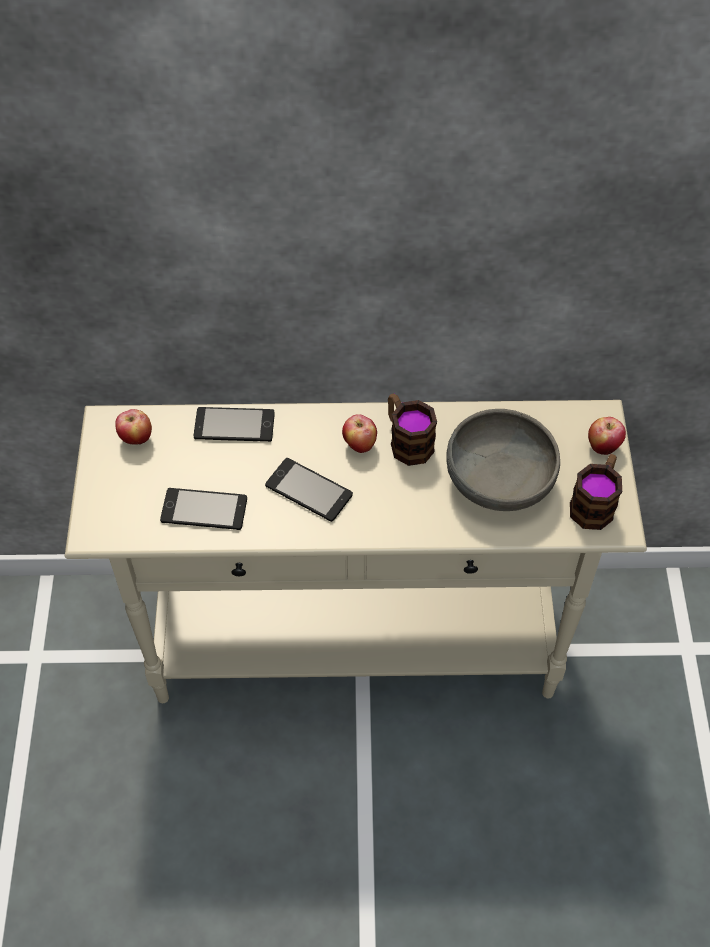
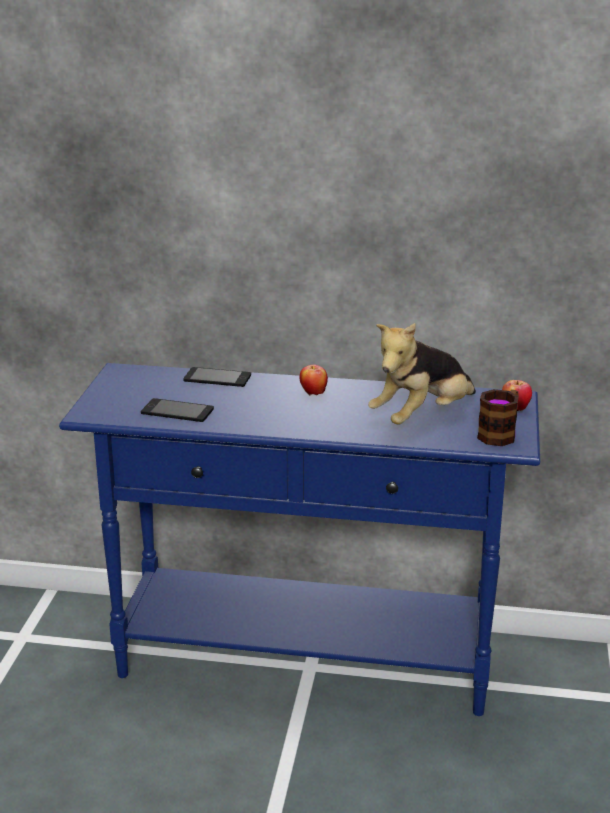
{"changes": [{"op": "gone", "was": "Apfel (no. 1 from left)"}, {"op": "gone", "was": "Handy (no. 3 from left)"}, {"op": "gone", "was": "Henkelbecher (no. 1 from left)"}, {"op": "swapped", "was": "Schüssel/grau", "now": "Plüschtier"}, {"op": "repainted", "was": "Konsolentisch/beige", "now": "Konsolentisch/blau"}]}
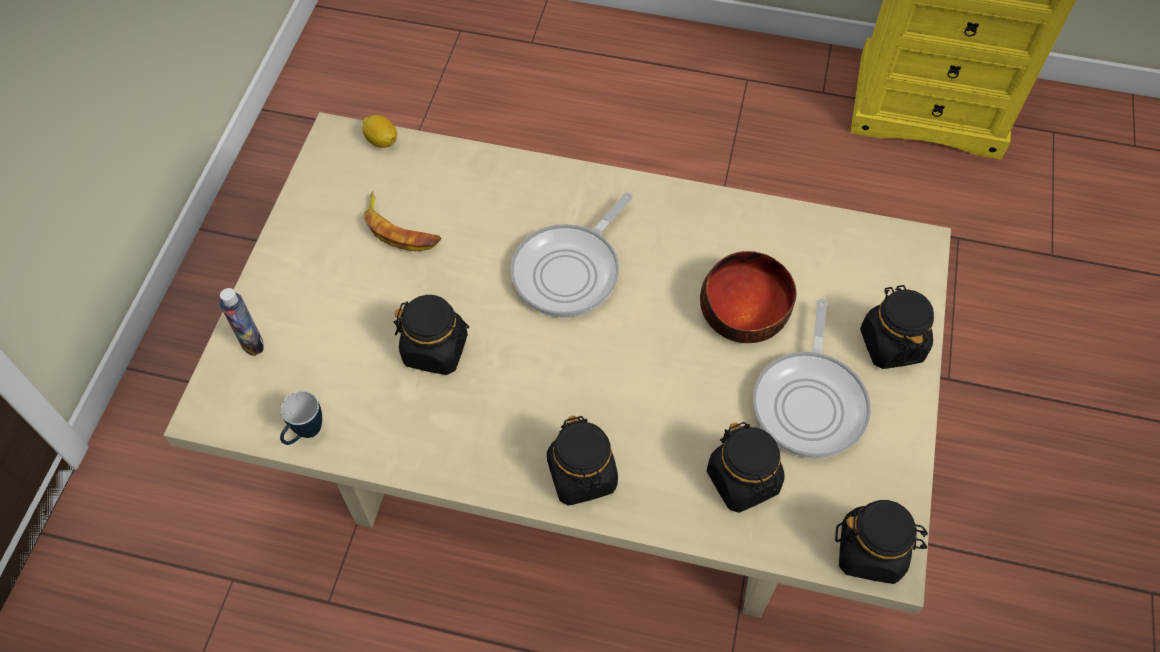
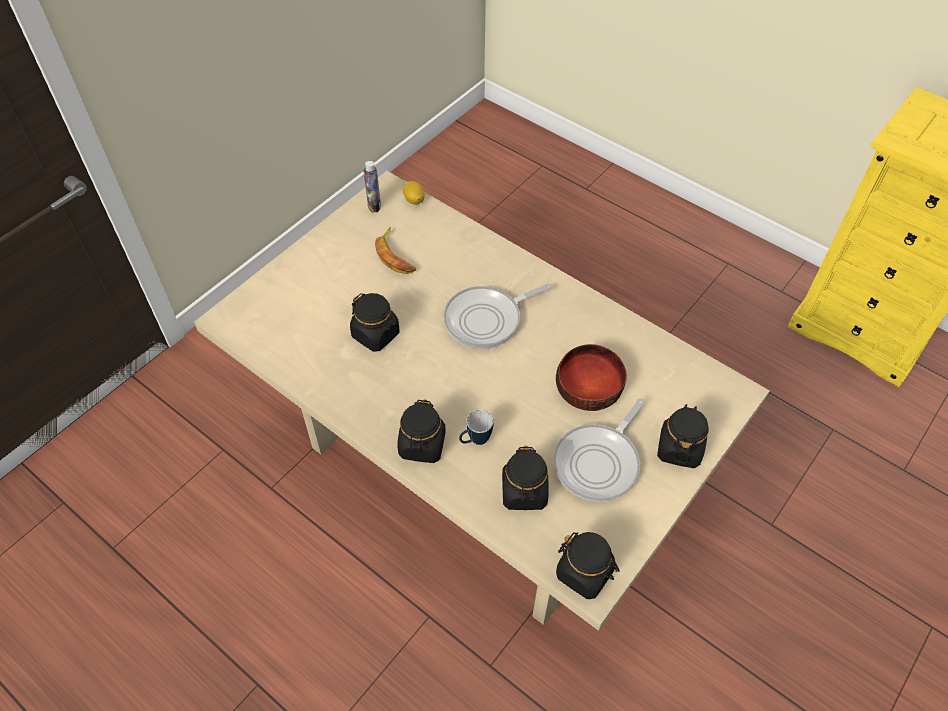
{"changes": [{"op": "shifted", "was": "Flasche"}, {"op": "shifted", "was": "Henkelbecher"}]}
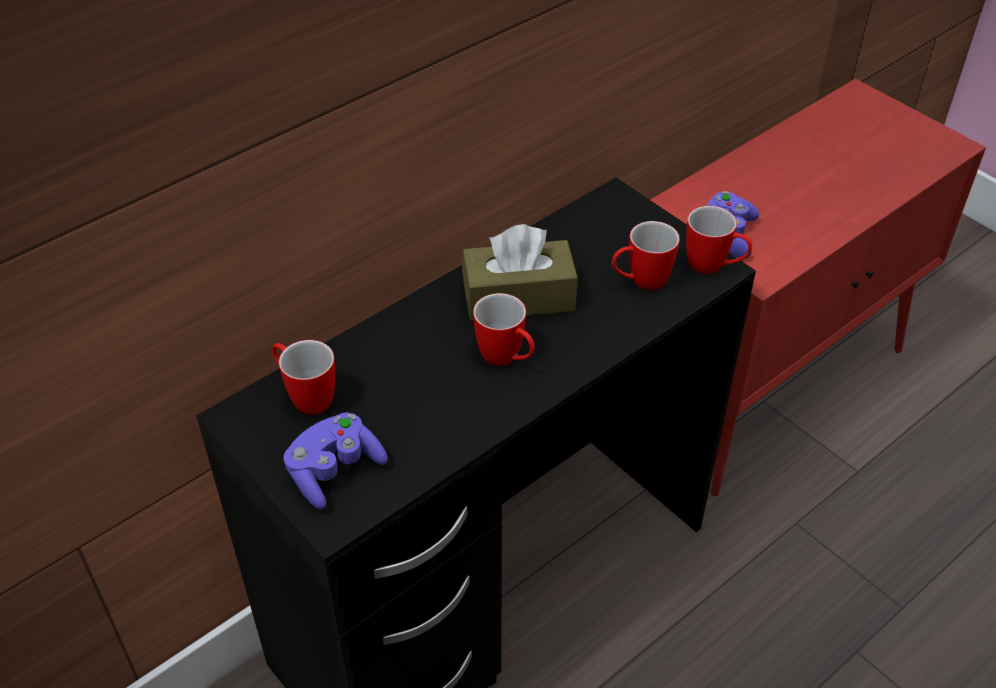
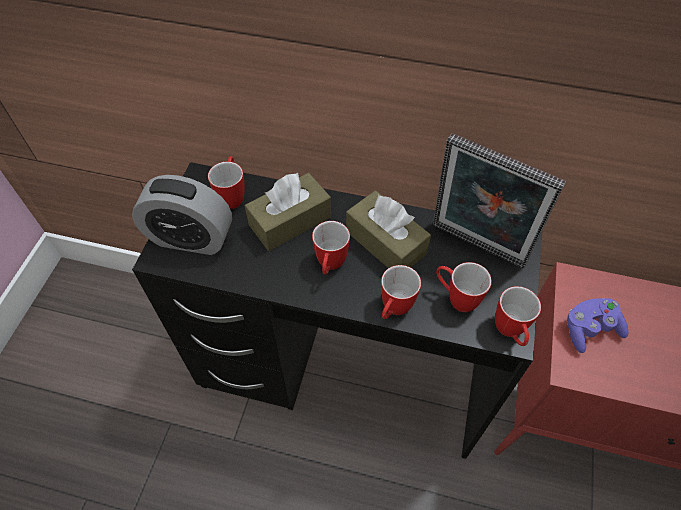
{"changes": [{"op": "new", "now": "Taschentuchbox/braun (no. 1 from left)"}, {"op": "new", "now": "Henkelbecher (no. 3 from left)"}, {"op": "new", "now": "Bilderrahmen"}, {"op": "swapped", "was": "Gamepad/lila (no. 1 from left)", "now": "Wecker"}]}
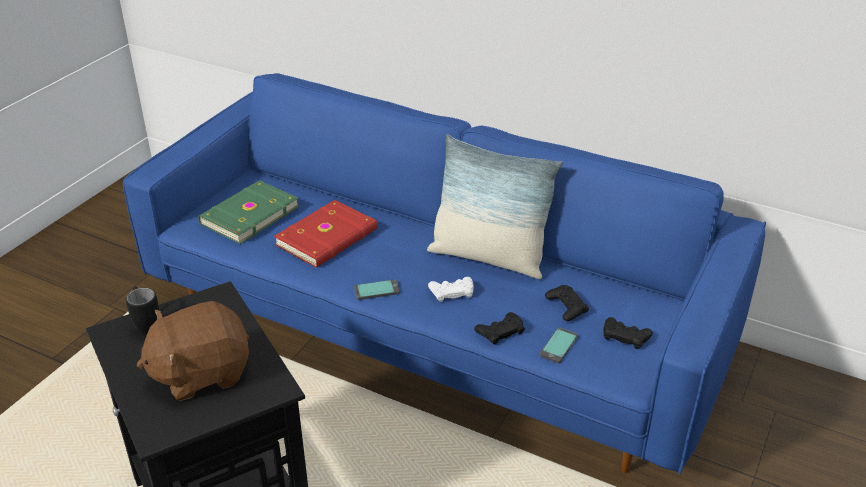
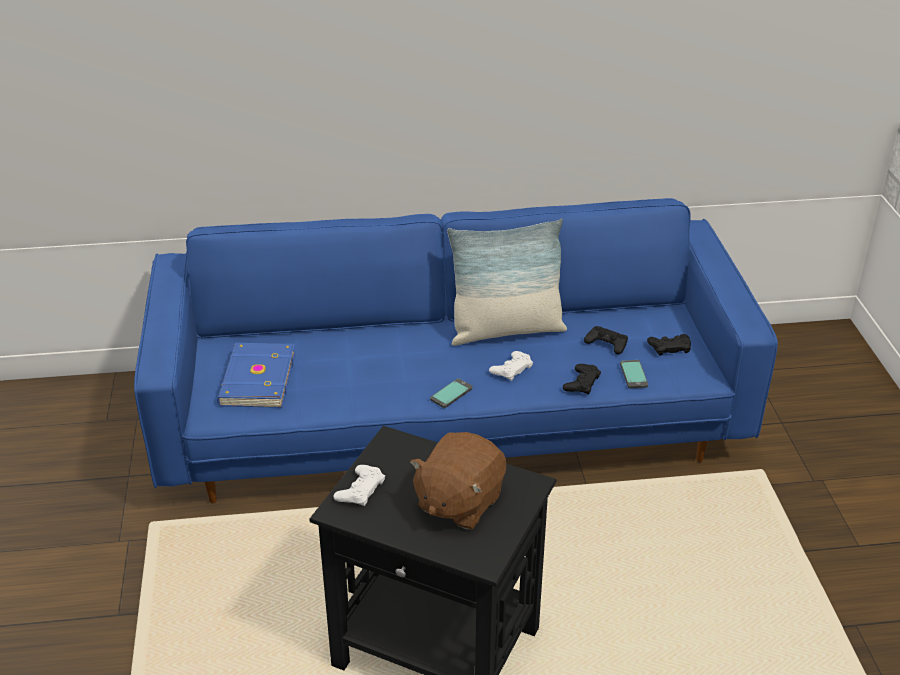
{"changes": [{"op": "gone", "was": "Buch/rot"}, {"op": "swapped", "was": "Henkelbecher/schwarz", "now": "Gamepad/weiß (no. 1 from left)"}, {"op": "repainted", "was": "Buch/grün", "now": "Buch/blau"}]}
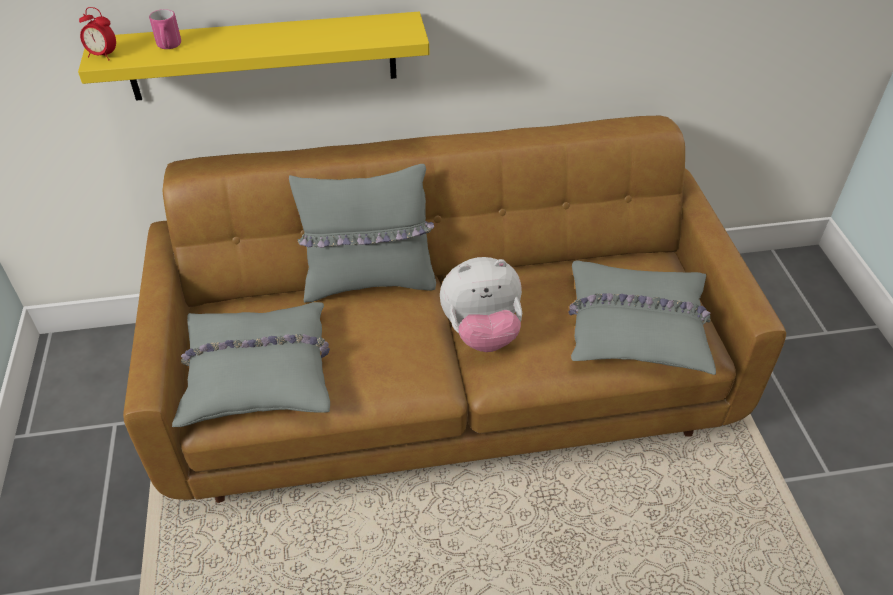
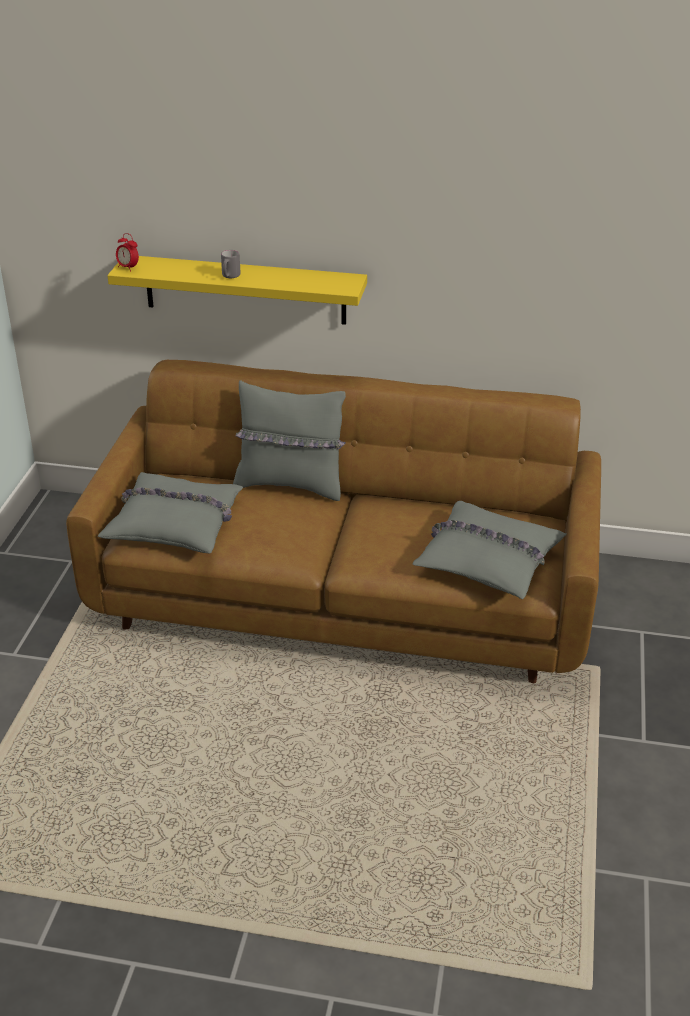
{"changes": [{"op": "gone", "was": "Henkelbecher/rosa"}, {"op": "gone", "was": "Plüschtier"}, {"op": "new", "now": "Henkelbecher/grau"}]}
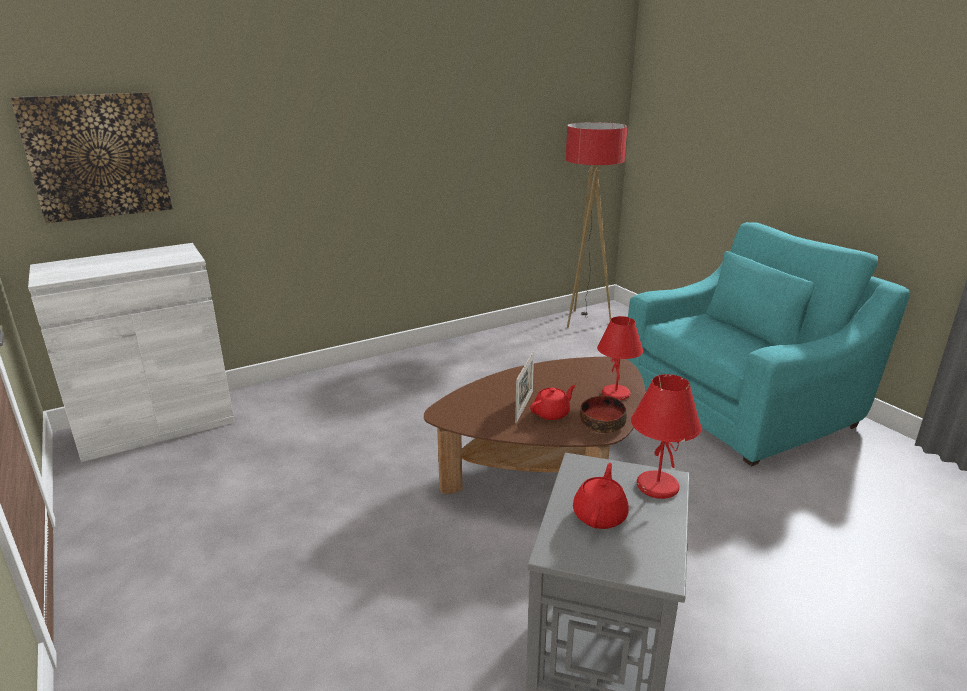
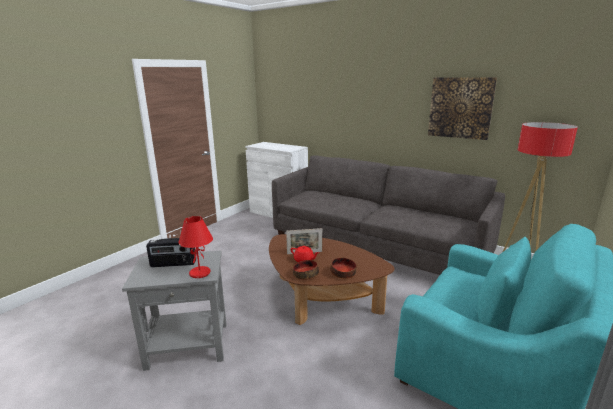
{"changes": [{"op": "new", "now": "Sofa/grau"}, {"op": "shifted", "was": "Bild"}, {"op": "swapped", "was": "Teekanne/rot (no. 2 from left)", "now": "Radio"}, {"op": "swapped", "was": "Tischlampe/rot (no. 1 from left)", "now": "Schüssel (no. 2 from left)"}]}
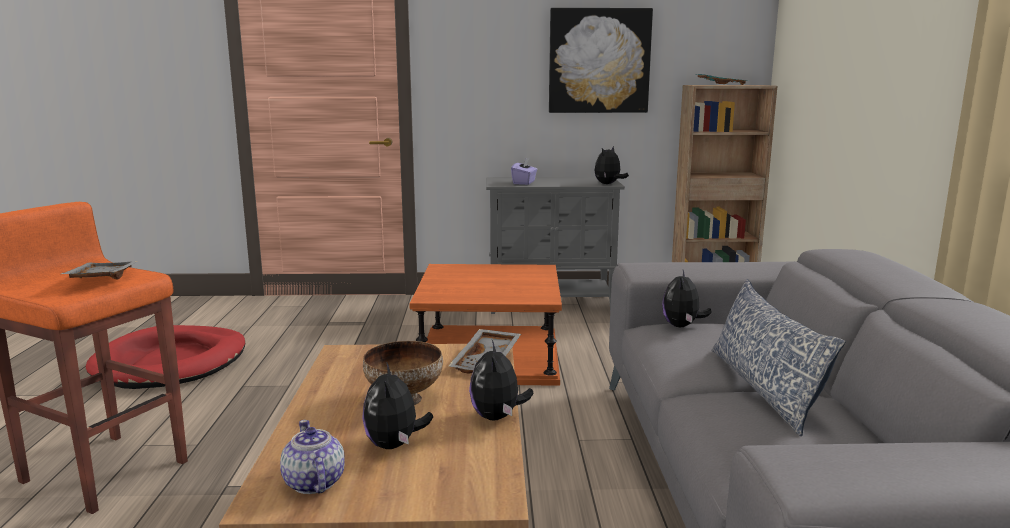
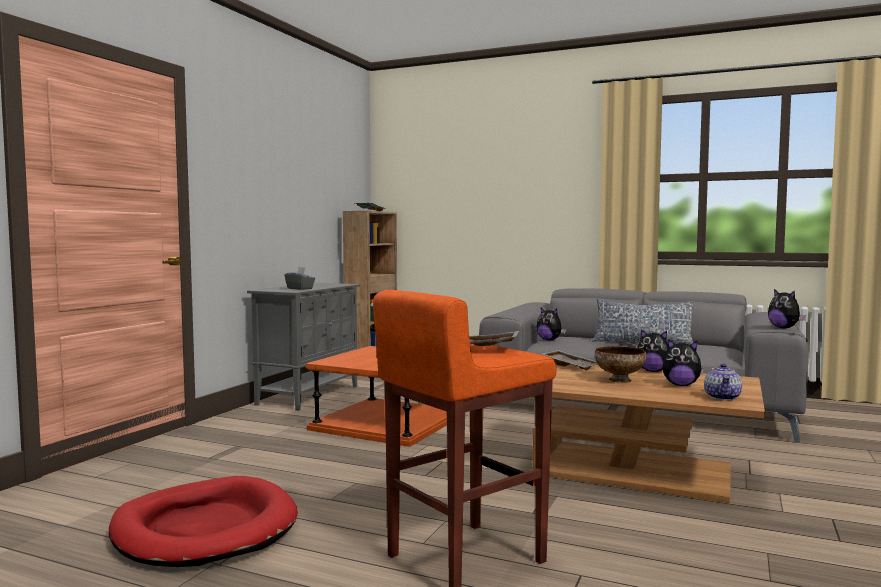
{"changes": [{"op": "gone", "was": "Bild"}, {"op": "shifted", "was": "Plüschtier (no. 3 from left in the first image)", "now": "Plüschtier (no. 4 from left)"}, {"op": "repainted", "was": "Taschentuchbox/lila", "now": "Taschentuchbox/grau"}, {"op": "rotated", "was": "Teekanne", "clockwise": -75}]}
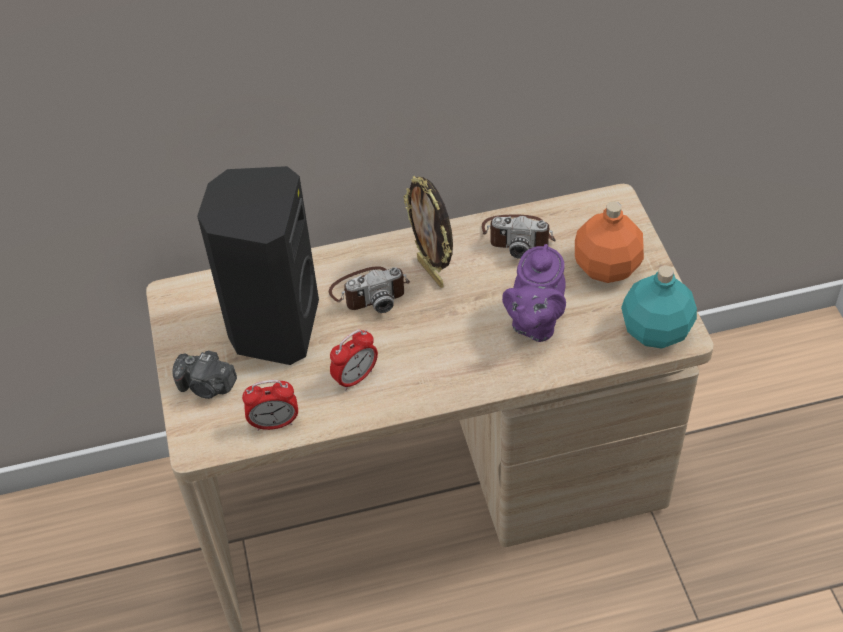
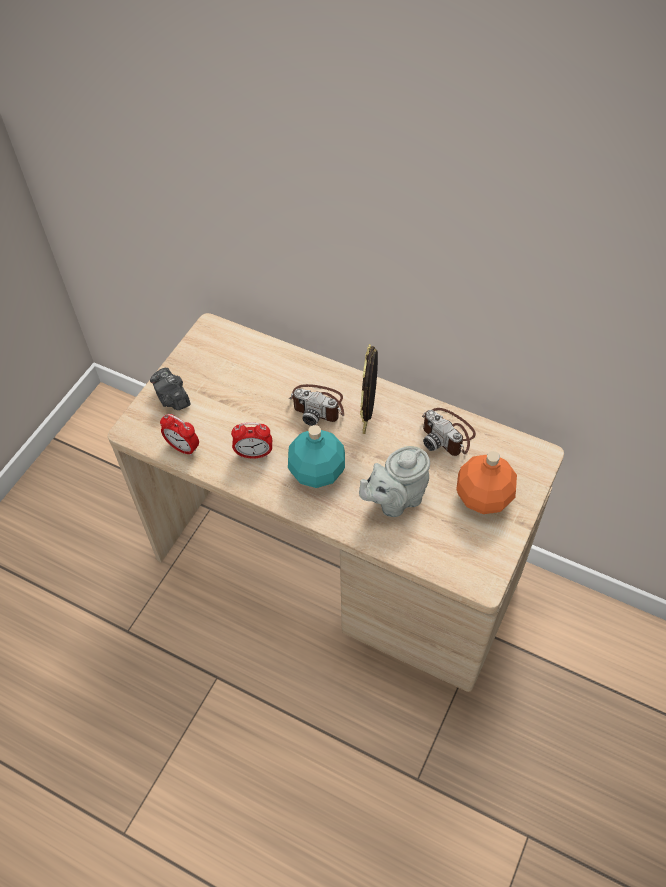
{"changes": [{"op": "gone", "was": "Lautsprecher/schwarz"}, {"op": "shifted", "was": "Flasche/türkis"}, {"op": "repainted", "was": "Teekanne/lila", "now": "Teekanne/grau"}]}
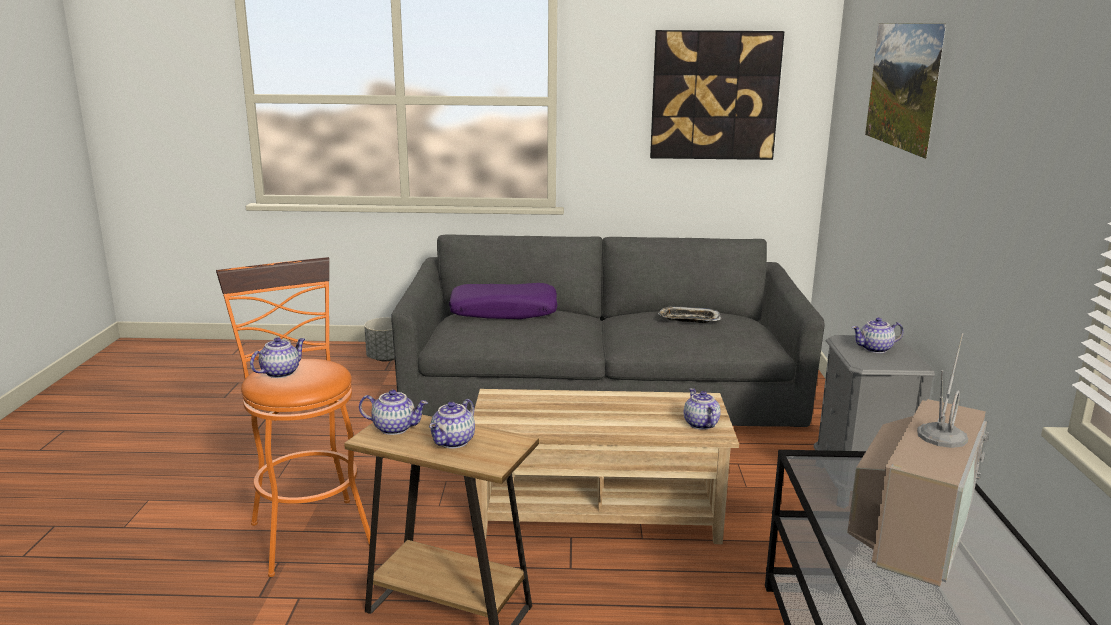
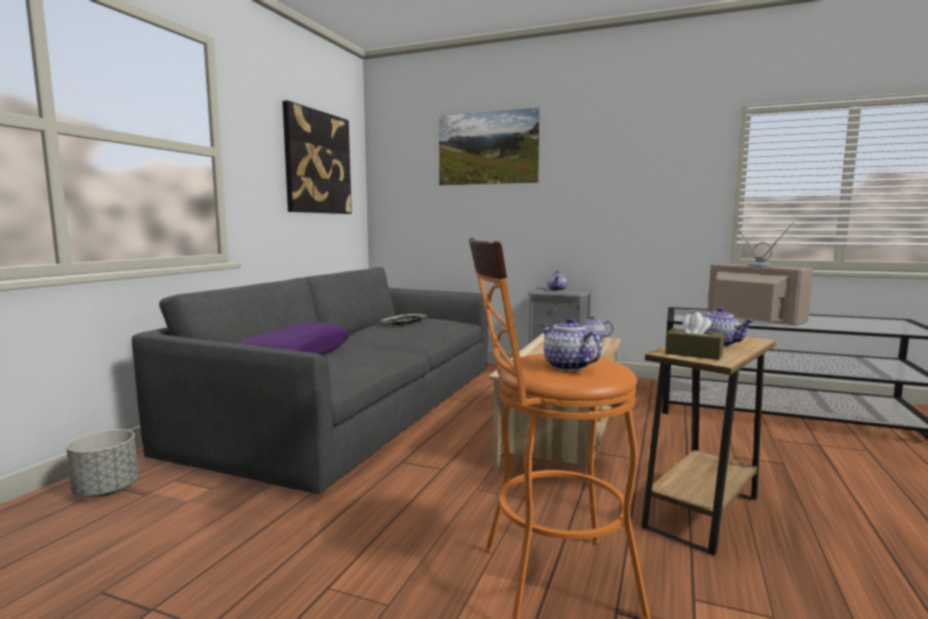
{"changes": [{"op": "swapped", "was": "Teekanne (no. 2 from left)", "now": "Taschentuchbox/braun"}]}
